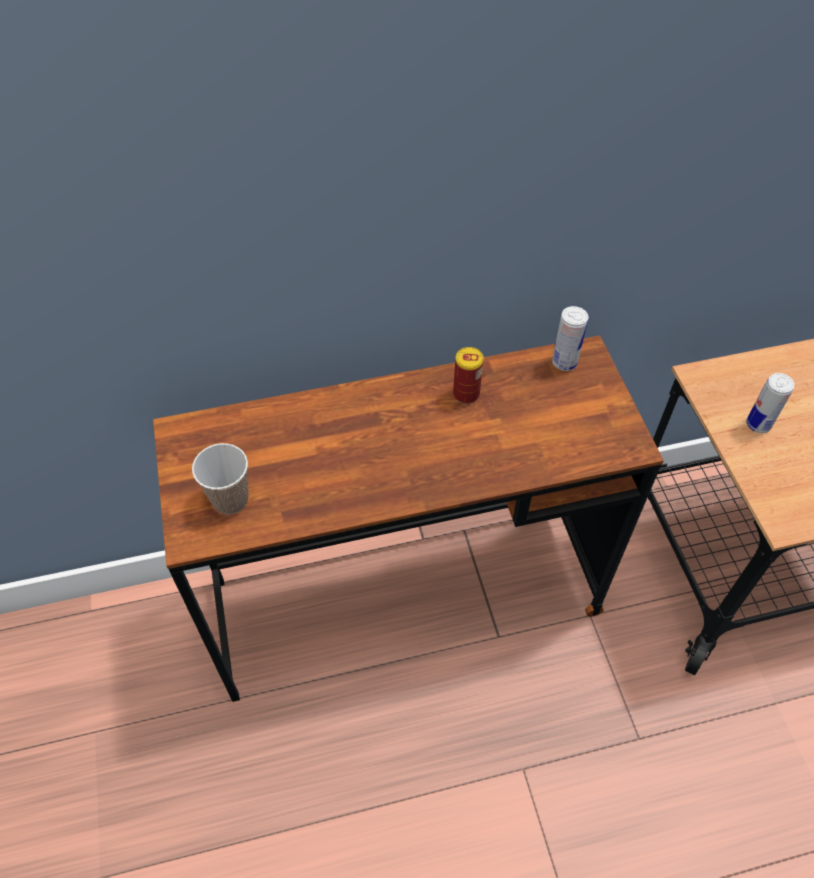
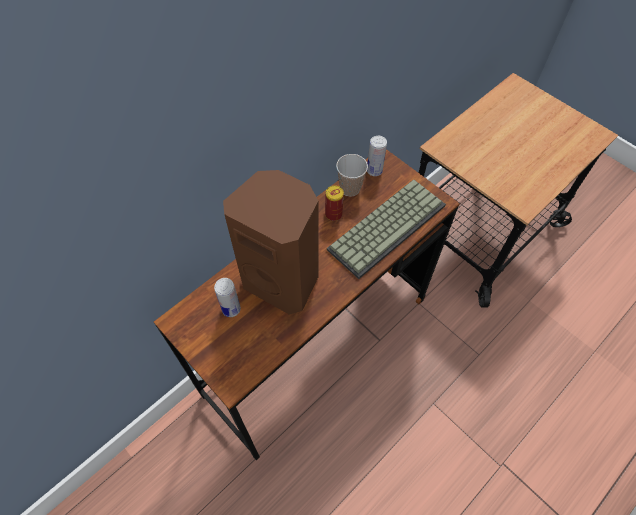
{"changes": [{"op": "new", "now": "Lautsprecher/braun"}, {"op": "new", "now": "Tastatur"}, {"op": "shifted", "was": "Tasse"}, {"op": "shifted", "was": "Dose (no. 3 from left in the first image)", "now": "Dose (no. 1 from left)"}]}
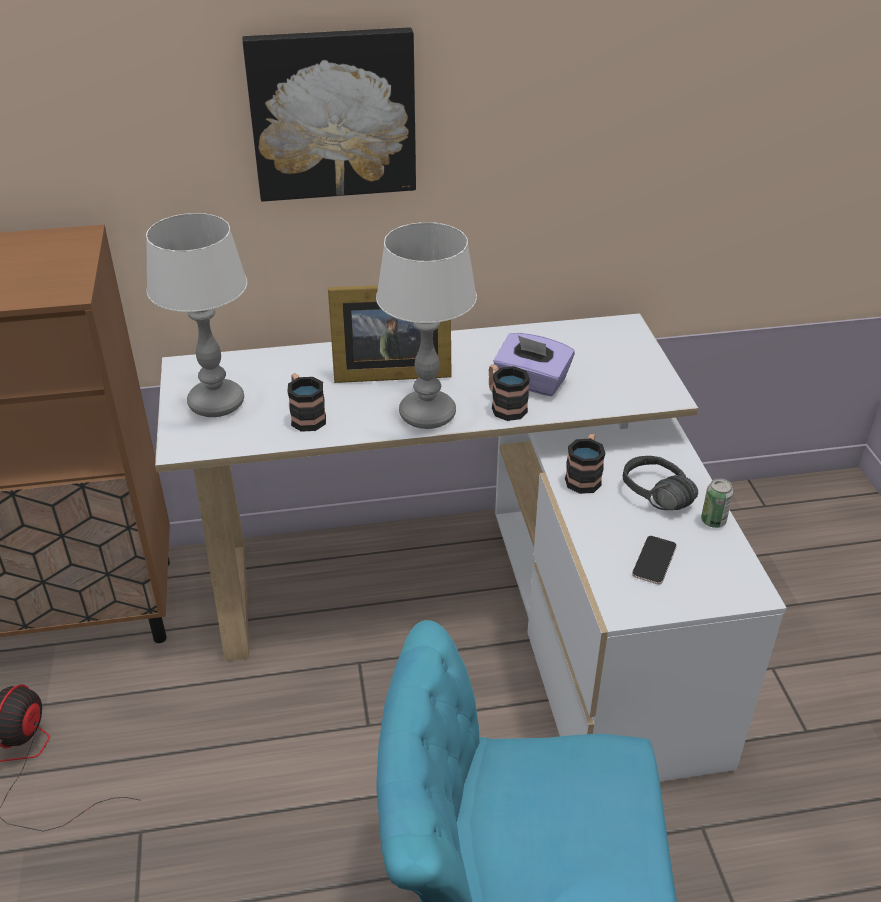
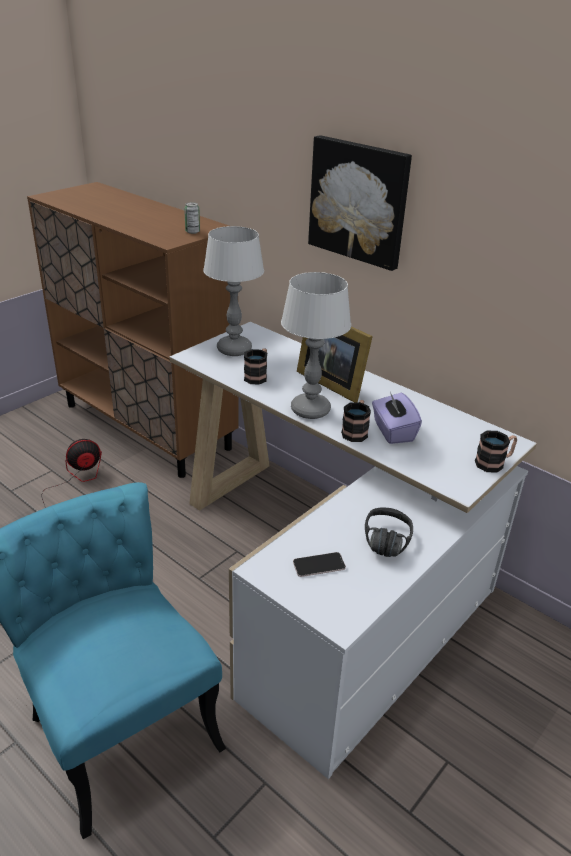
{"changes": [{"op": "shifted", "was": "Henkelbecher (no. 3 from left)"}, {"op": "shifted", "was": "Dose"}]}
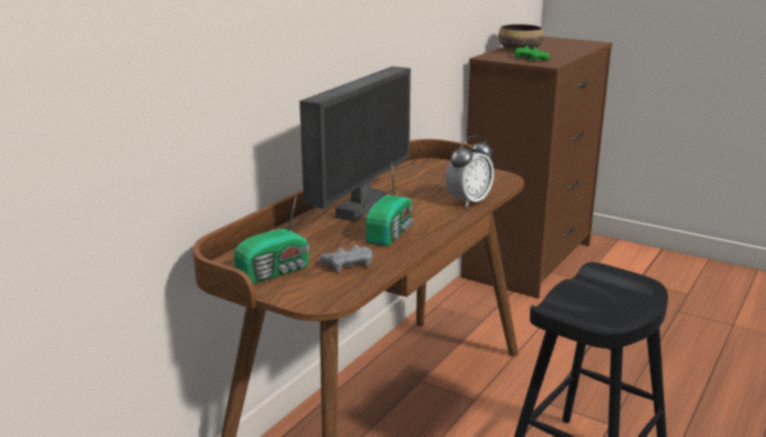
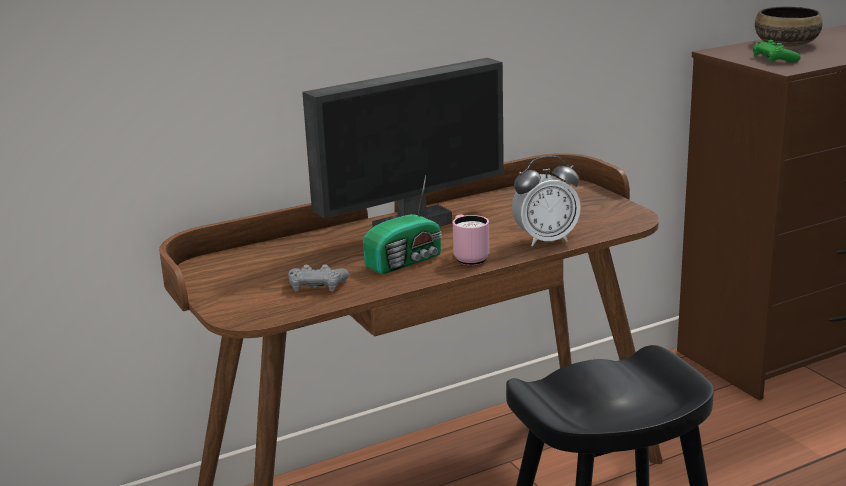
{"changes": [{"op": "gone", "was": "Radio (no. 1 from left)"}, {"op": "new", "now": "Henkelbecher/rosa"}]}
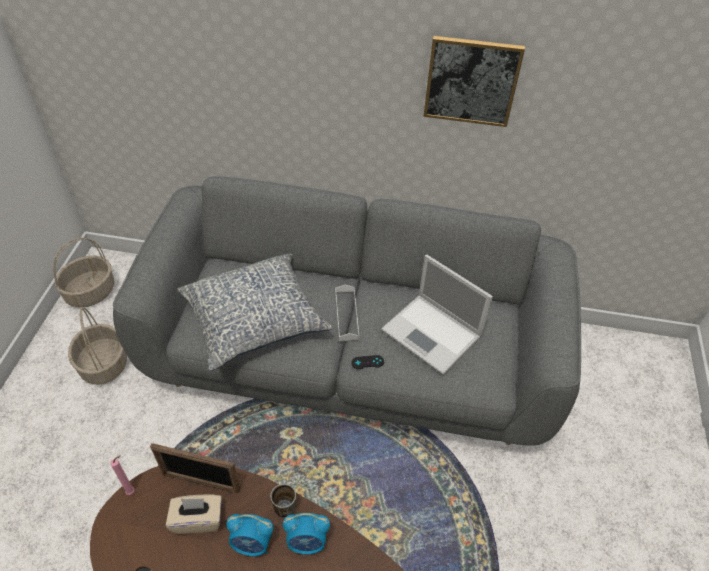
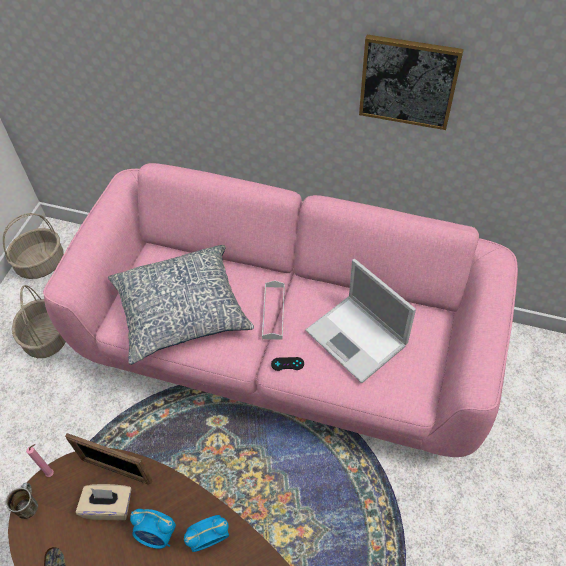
{"changes": [{"op": "shifted", "was": "Henkelbecher"}, {"op": "repainted", "was": "Sofa/grau", "now": "Sofa/rosa"}, {"op": "rotated", "was": "Wecker (no. 2 from left)", "clockwise": 150}]}
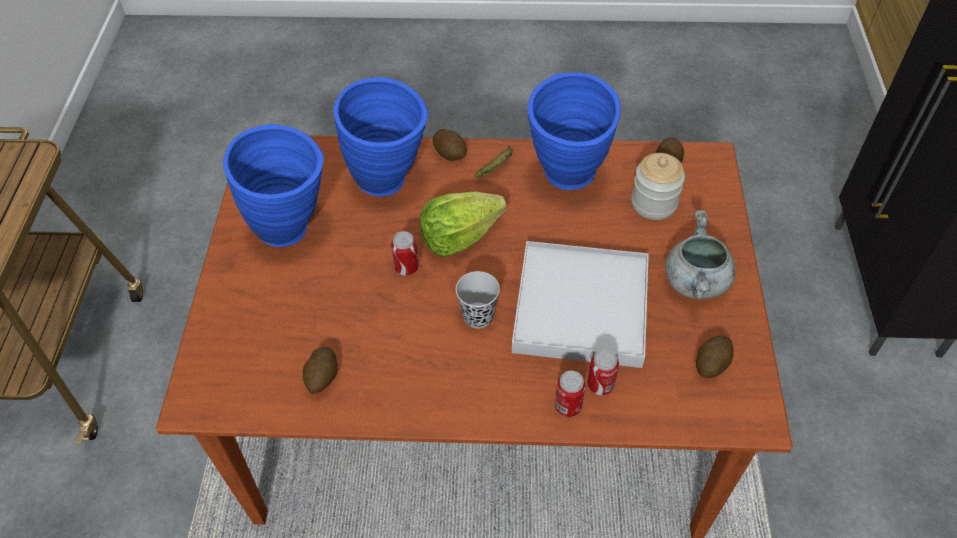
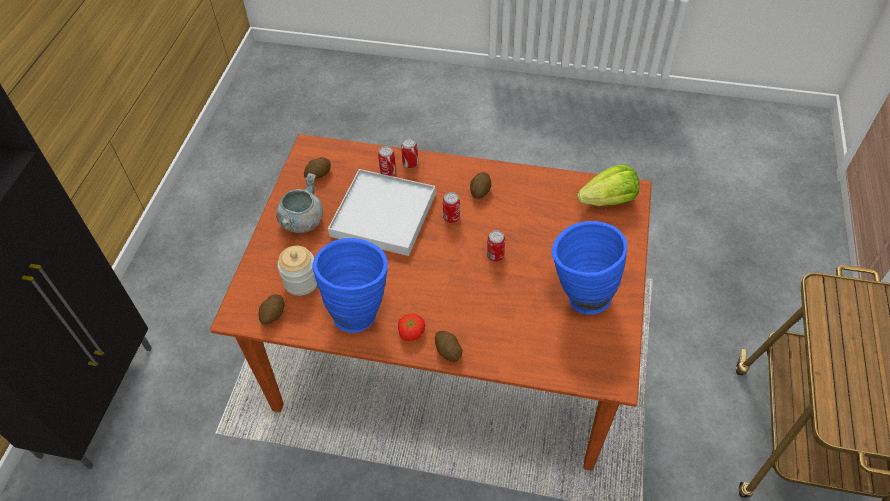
{"changes": [{"op": "gone", "was": "Vase/blau (no. 2 from left)"}, {"op": "shifted", "was": "Kartoffel (no. 1 from left in the first image)", "now": "Kartoffel (no. 4 from left)"}, {"op": "shifted", "was": "Salatkopf"}, {"op": "swapped", "was": "Tasse/schwarz", "now": "Dose (no. 3 from left)"}, {"op": "swapped", "was": "Banane", "now": "Tomate"}]}
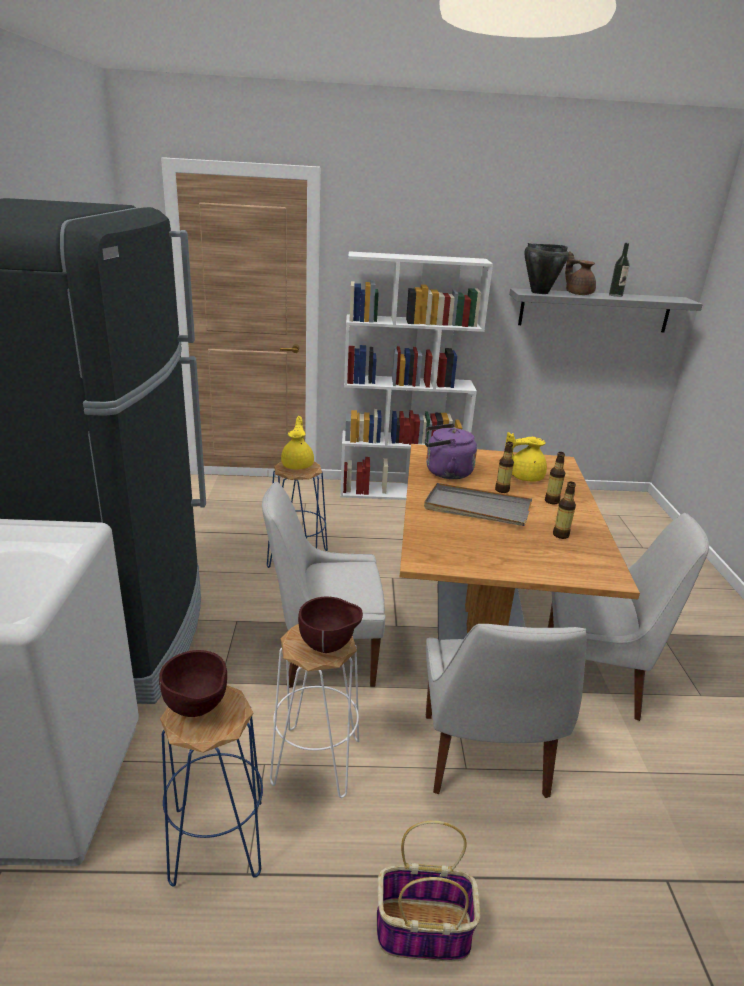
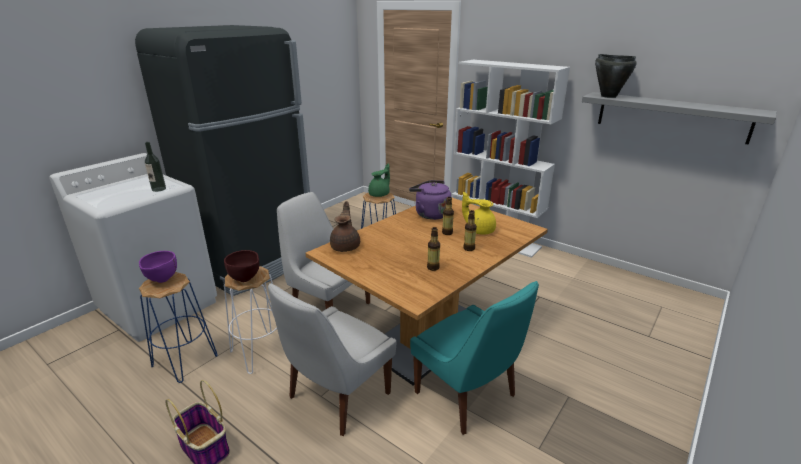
{"changes": [{"op": "gone", "was": "Tablett/grau"}, {"op": "shifted", "was": "Teekanne/braun"}, {"op": "shifted", "was": "Flasche (no. 4 from left in the first image)", "now": "Flasche (no. 1 from left)"}, {"op": "repainted", "was": "Schüssel/braun (no. 1 from left)", "now": "Schüssel/lila"}, {"op": "repainted", "was": "Teekanne/gelb (no. 1 from left)", "now": "Teekanne/grün"}, {"op": "repainted", "was": "Stuhl/weiß (no. 3 from left)", "now": "Stuhl/türkis"}]}
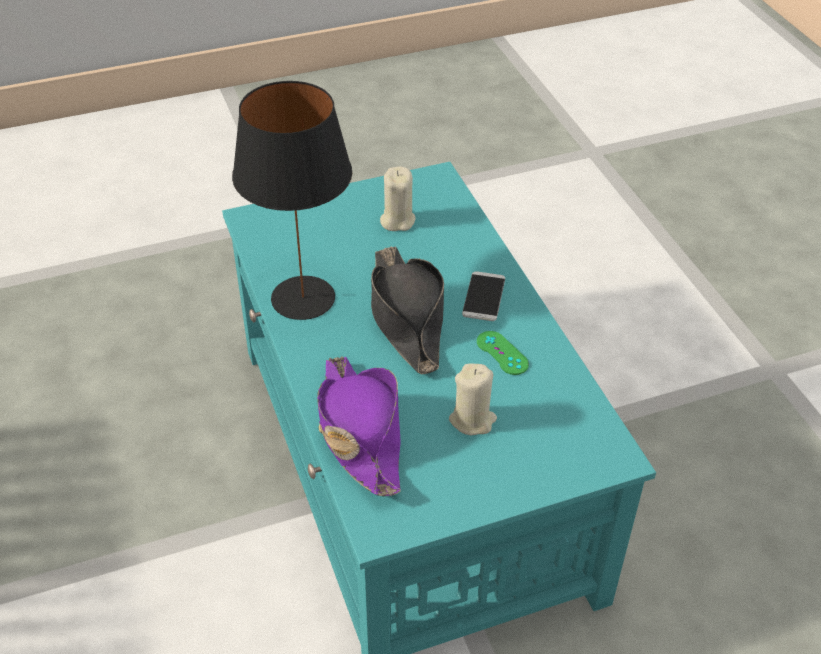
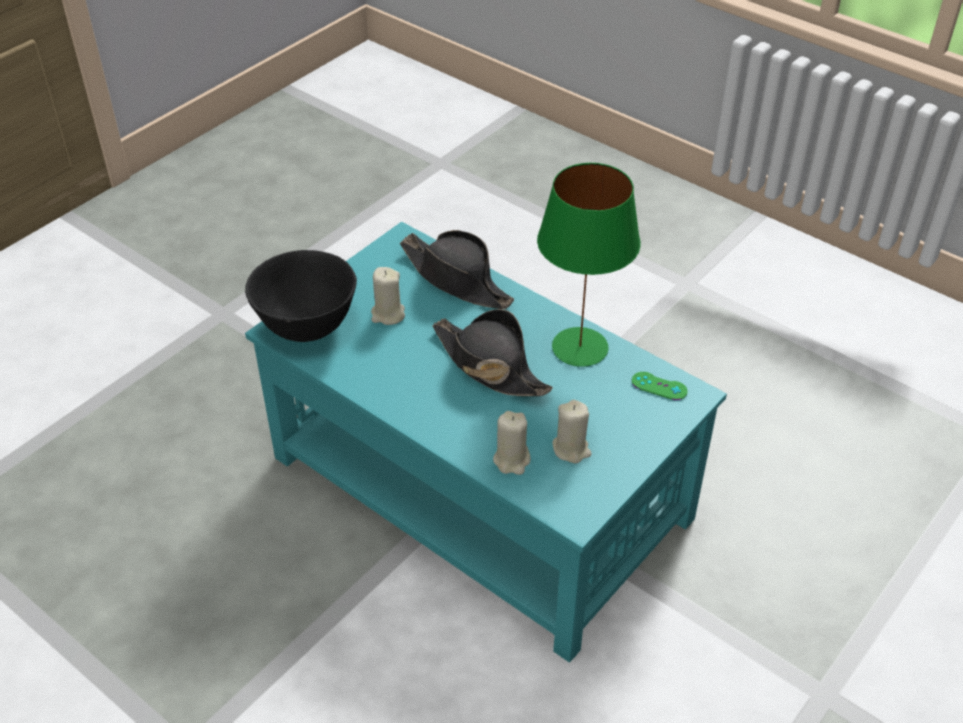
{"changes": [{"op": "gone", "was": "Handy"}, {"op": "new", "now": "Schüssel/schwarz"}, {"op": "new", "now": "Kerze/beige (no. 2 from left)"}, {"op": "shifted", "was": "Gamepad/grün"}, {"op": "repainted", "was": "Tischlampe/schwarz", "now": "Tischlampe/grün"}, {"op": "repainted", "was": "Hut/lila", "now": "Hut/schwarz (no. 1 from left)"}]}
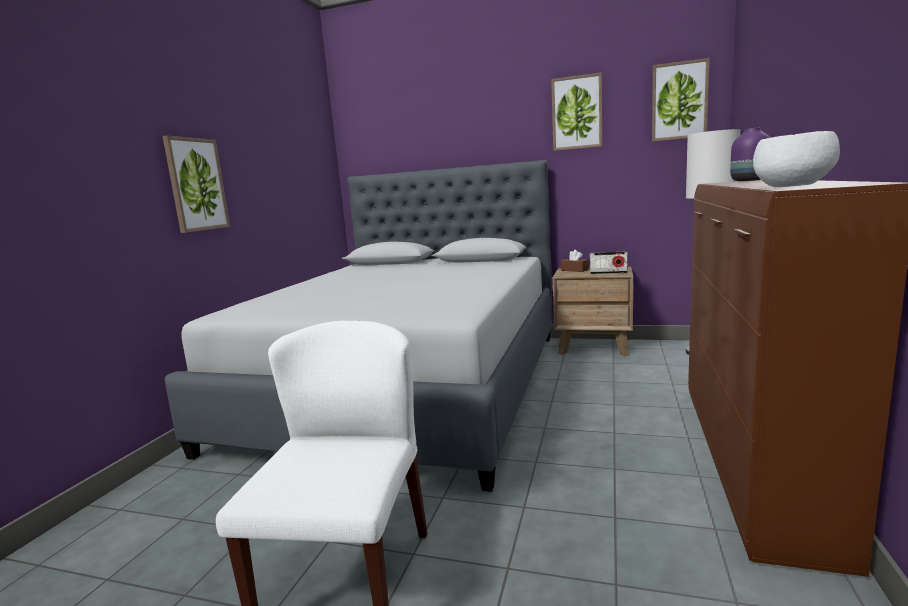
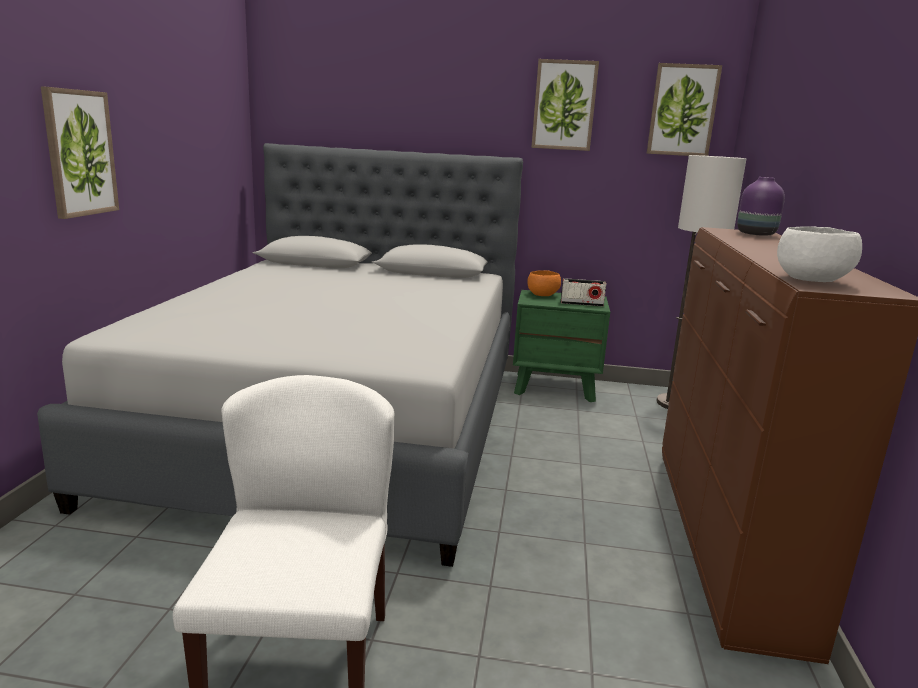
{"changes": [{"op": "swapped", "was": "Taschentuchbox/braun", "now": "Schüssel/orange"}, {"op": "repainted", "was": "Nachttisch/braun", "now": "Nachttisch/grün"}]}
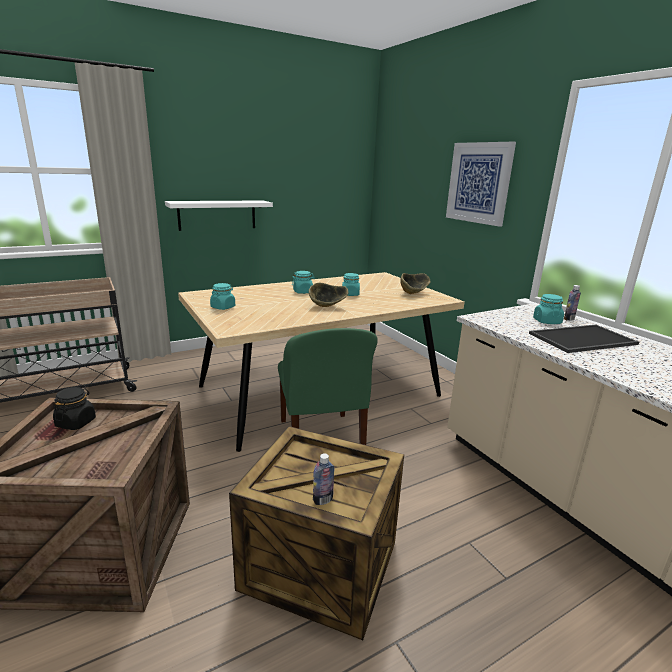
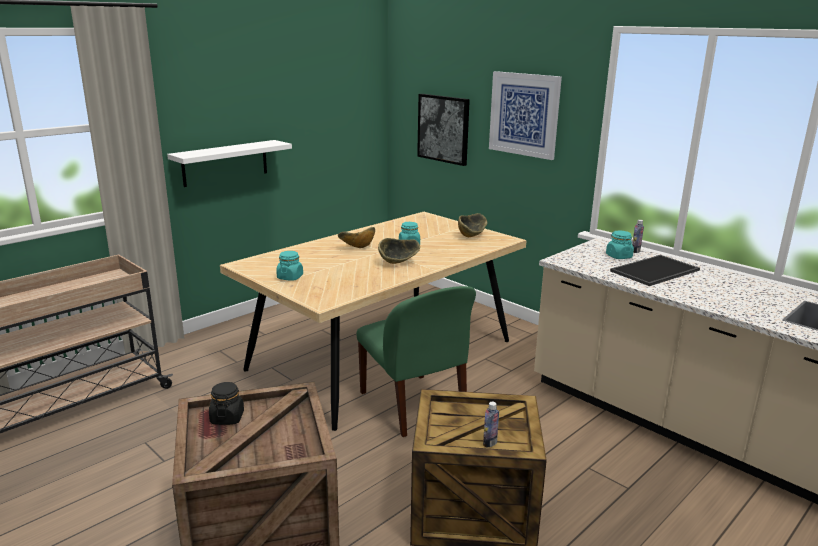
{"changes": [{"op": "new", "now": "Bild (no. 1 from left)"}, {"op": "swapped", "was": "Vorratsglas/türkis (no. 2 from left)", "now": "Schüssel (no. 1 from left)"}]}
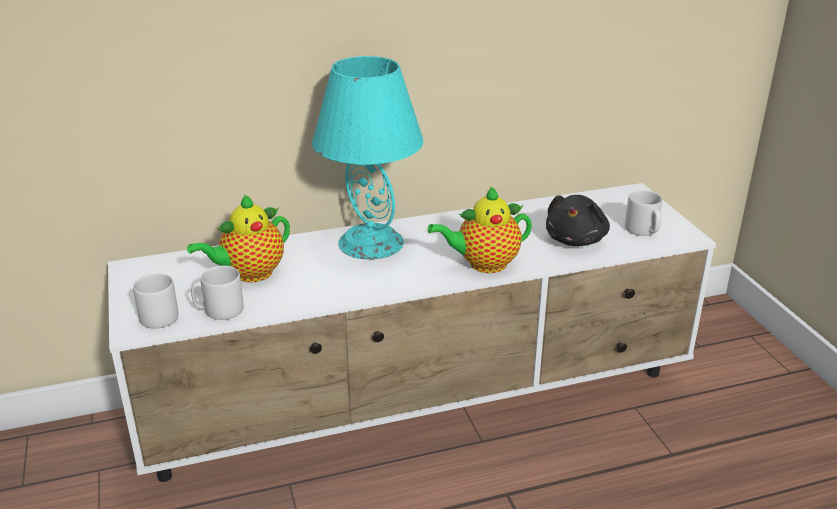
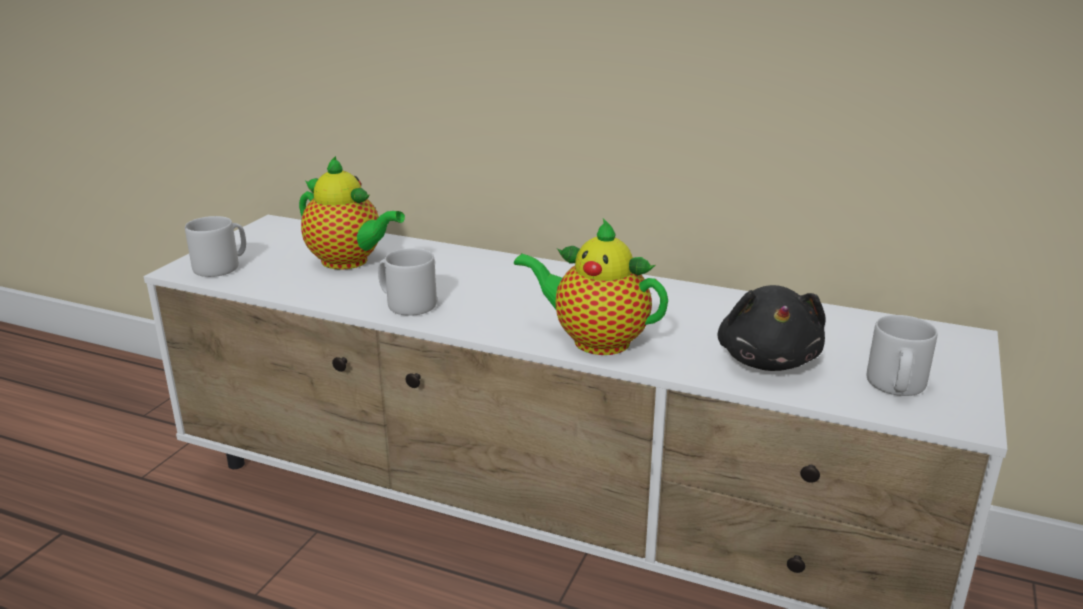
{"changes": [{"op": "gone", "was": "Tischlampe/türkis"}, {"op": "shifted", "was": "Henkelbecher/grau (no. 2 from left)"}, {"op": "rotated", "was": "Teekanne (no. 1 from left)", "clockwise": -150}, {"op": "rotated", "was": "Plüschtier/schwarz", "clockwise": -60}]}
